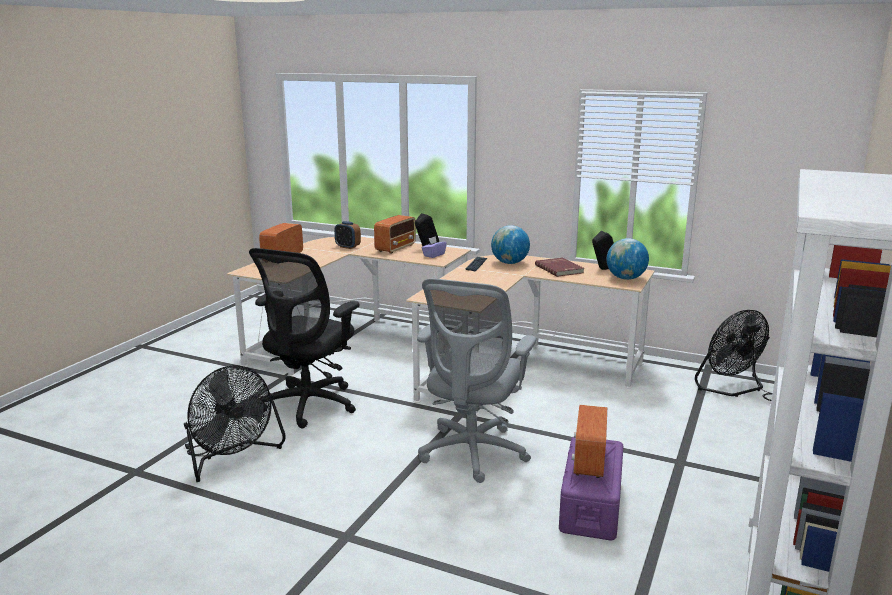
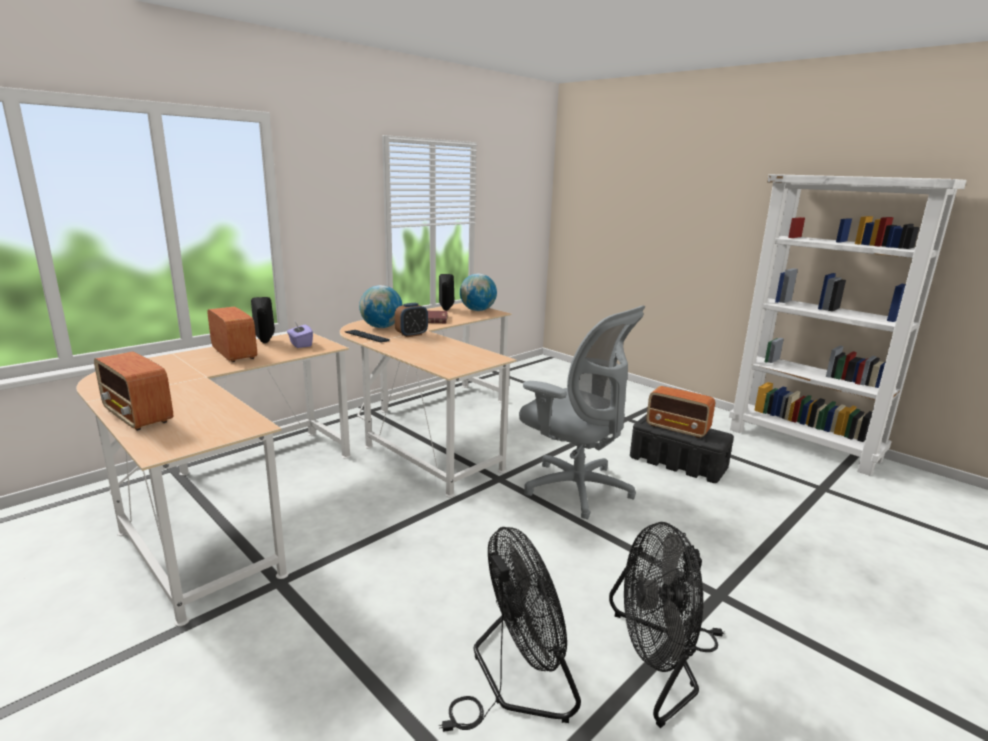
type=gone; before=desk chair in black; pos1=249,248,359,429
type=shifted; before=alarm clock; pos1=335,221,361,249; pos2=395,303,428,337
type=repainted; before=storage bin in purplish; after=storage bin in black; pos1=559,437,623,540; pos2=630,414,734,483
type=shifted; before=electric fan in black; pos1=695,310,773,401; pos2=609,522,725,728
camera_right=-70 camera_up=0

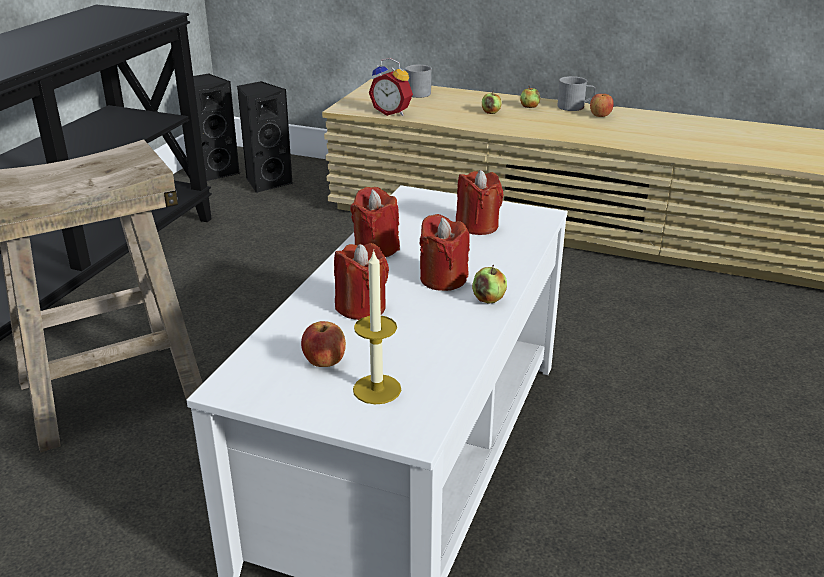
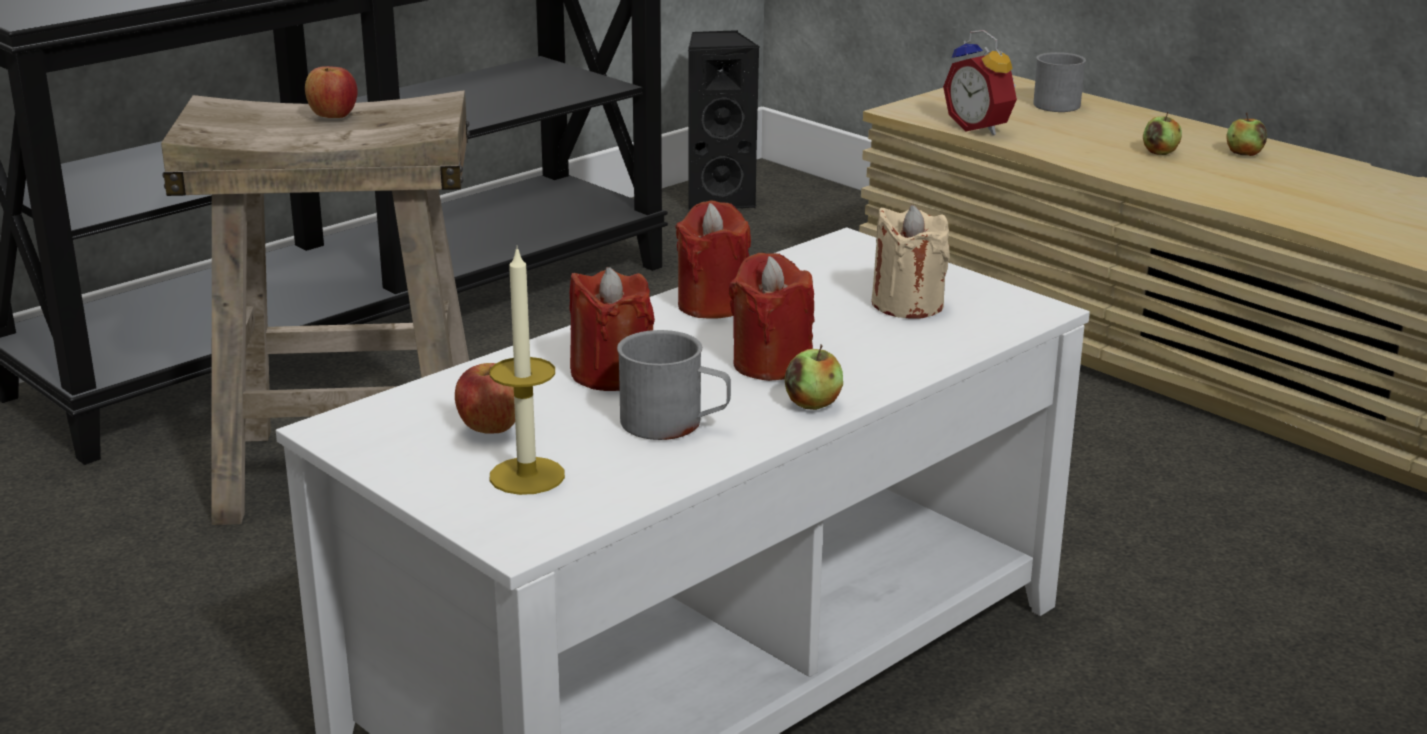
type=gone; before=speaker in black; pos1=237,81,293,193
type=repainted; before=candle in red; after=candle in sand-coloured; pos1=456,170,504,235; pos2=871,205,950,319
type=shifted; before=mug in gray; pos1=557,76,596,111; pos2=617,330,731,440
type=shifted; before=apple fruit; pos1=590,94,614,117; pos2=305,66,358,118
camera_right=25 camera_up=-5

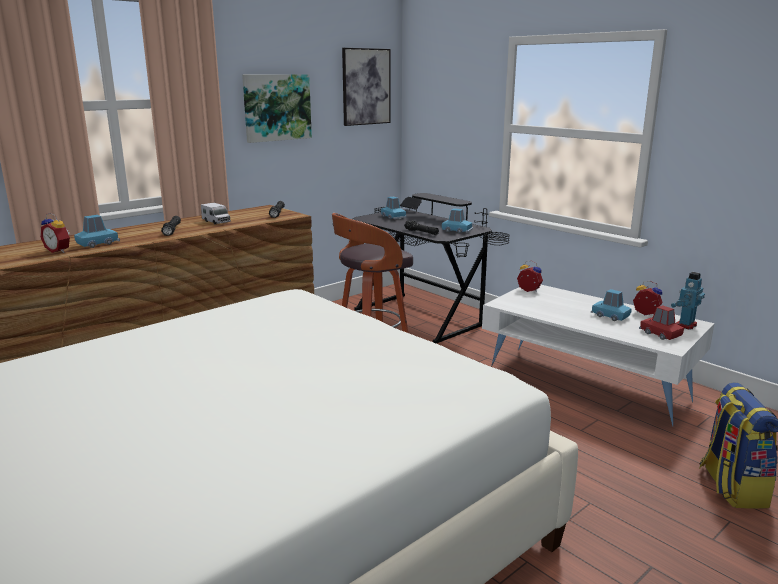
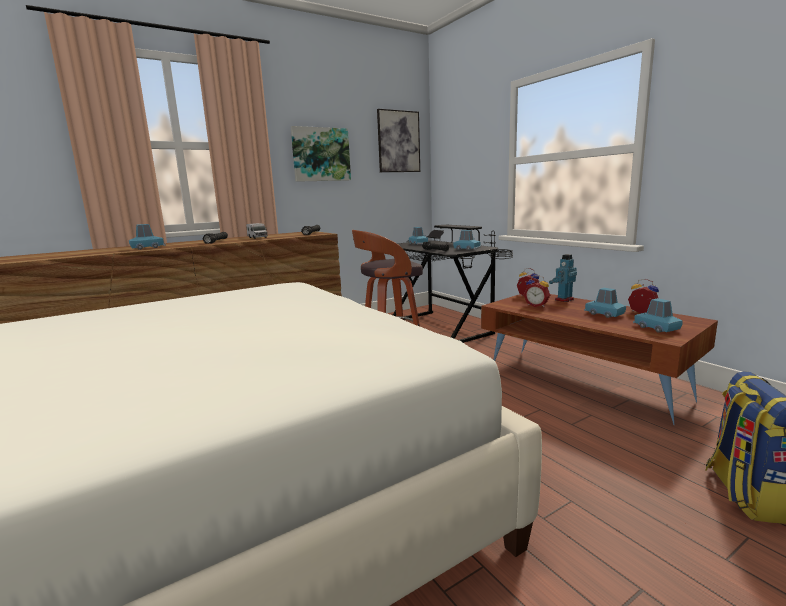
type=shifted; before=alarm clock; pos1=40,213,70,253; pos2=524,275,550,307
type=repainted; before=low table in white-coloured; after=low table in brown; pos1=482,285,715,426; pos2=481,294,718,426
type=repainted; before=toy car in red; after=toy car in blue-coloured; pos1=639,305,684,340; pos2=633,298,683,333
type=shifted; before=toy robot; pos1=671,272,705,330; pos2=549,254,577,302
camera_right=10 camera_up=-5

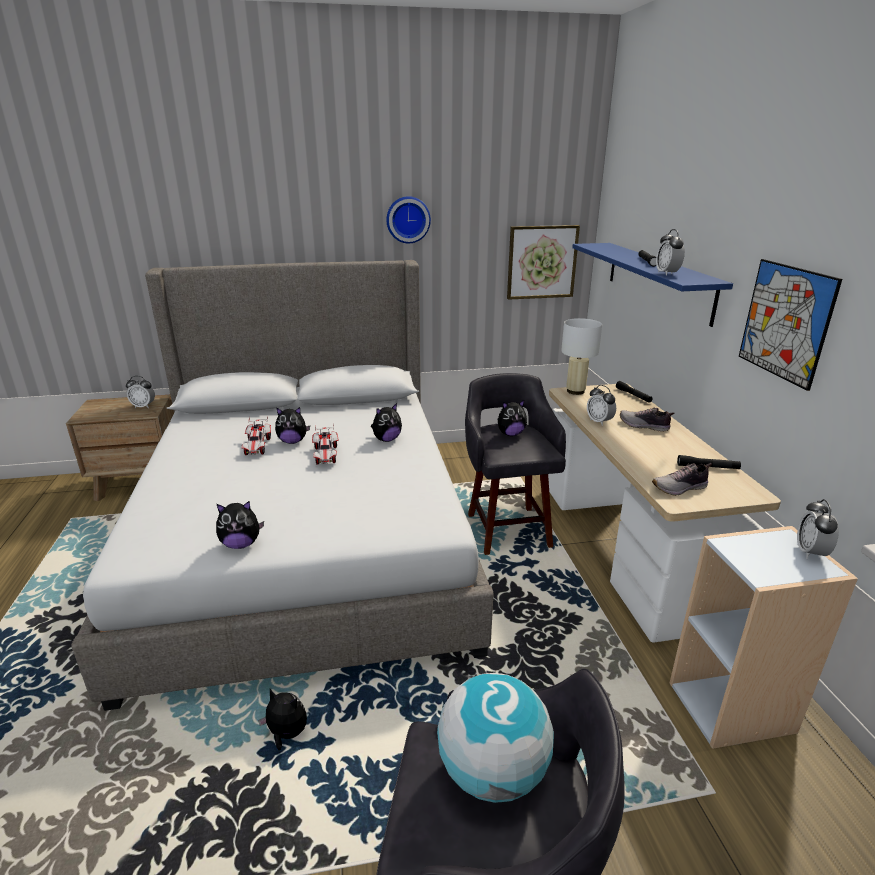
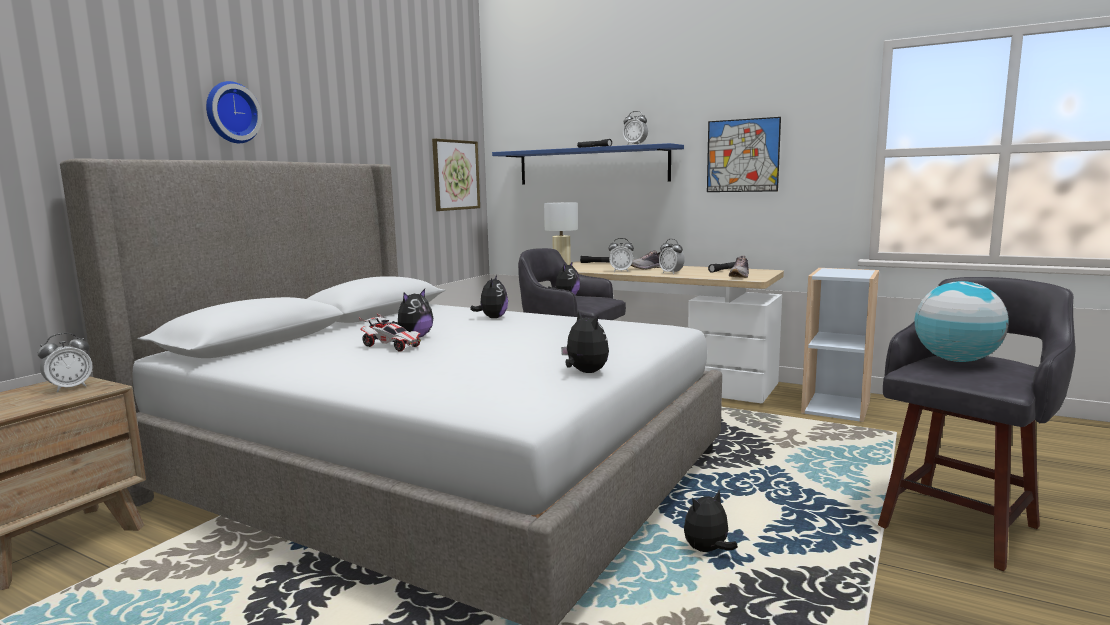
type=rotated; before=cuddly toy; pos1=216,501,264,549; pos2=561,311,609,373; turn=-60
type=gone; before=toy car; pos1=312,424,339,465
type=shifted; before=hanging clock; pos1=386,196,431,243; pos2=206,81,262,143
type=shifted; before=alarm clock; pos1=797,499,839,559; pos2=659,239,685,274
camera_right=-50 camera_up=-15

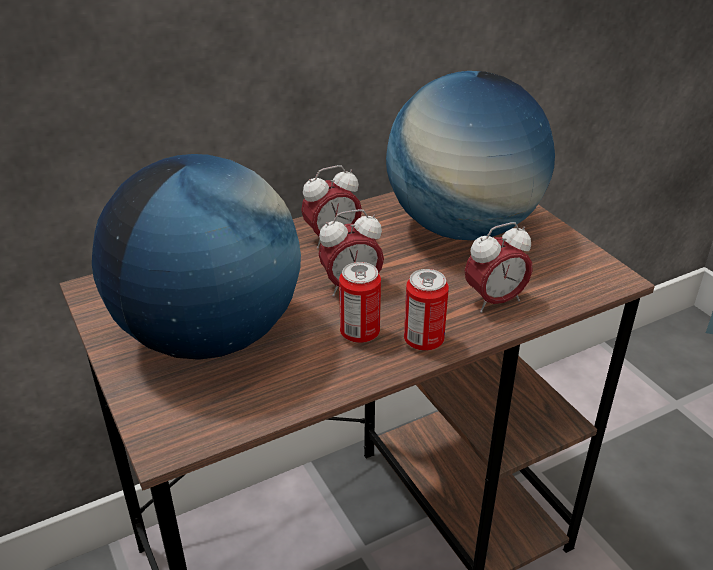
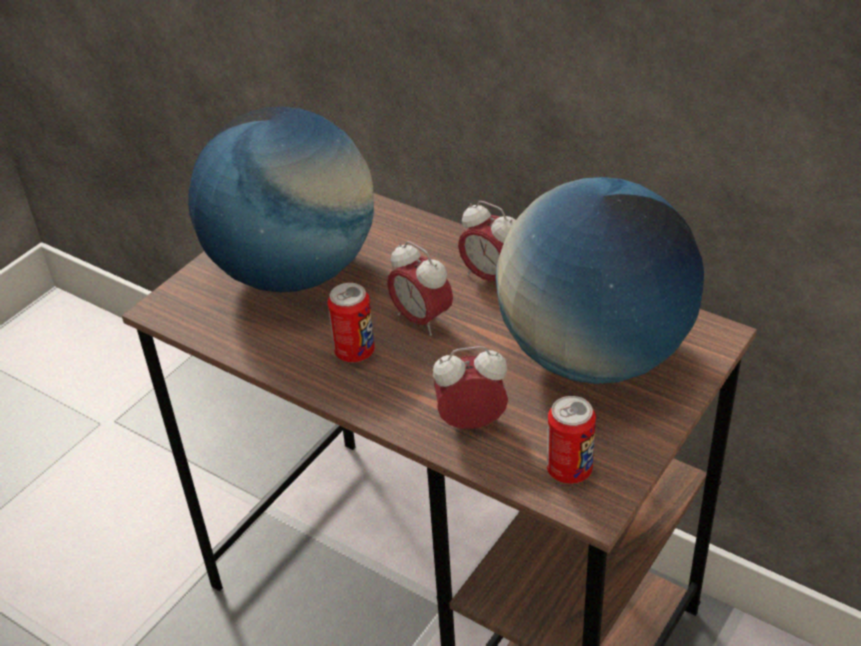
type=shifted; before=can; pos1=404,269,449,351; pos2=547,396,596,484
type=rotated; before=alarm clock; pos1=465,222,533,313; pos2=433,346,508,429; turn=135
camera_right=65 camera_up=5

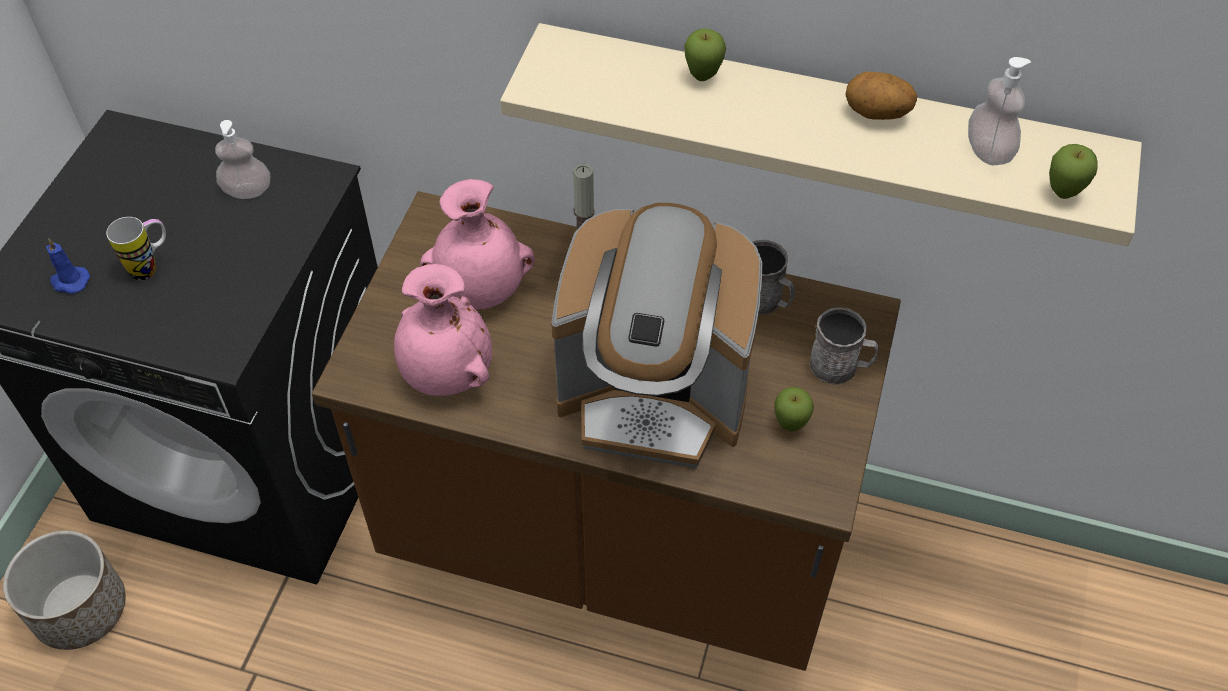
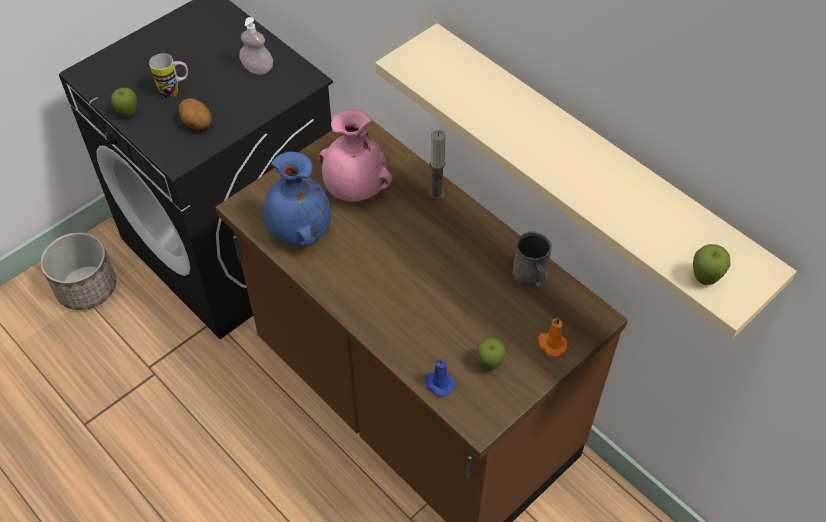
type=shifted; before=candle in blue-coloured; pos1=46,238,90,294; pos2=425,357,455,397
type=repainted; before=flower vase in pink-coloured; after=flower vase in blue-coloured; pos1=394,264,492,396; pos2=264,151,331,246
type=gone; before=coffee machine; pos1=551,203,763,468
type=shifted; before=apple fruit; pos1=684,29,726,81; pos2=111,88,137,117
type=swapped; before=mug in gray; after=candle in orange-coloured; pos1=809,307,878,385; pos2=538,316,568,357
type=shifted; before=whole potato; pos1=845,72,917,120; pos2=179,98,212,130
type=gone; before=liquid soap bottle; pos1=968,57,1031,165
camera_right=30 camera_up=0

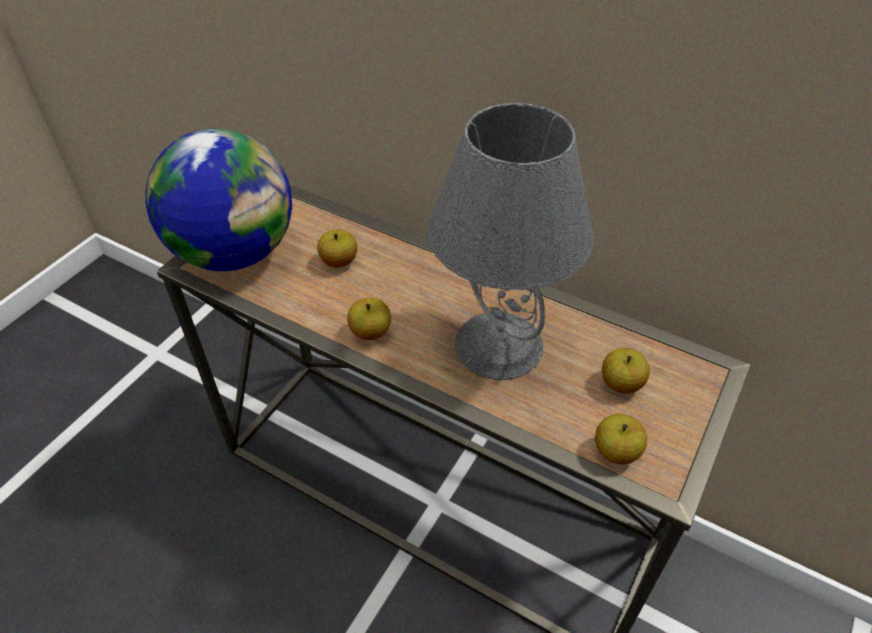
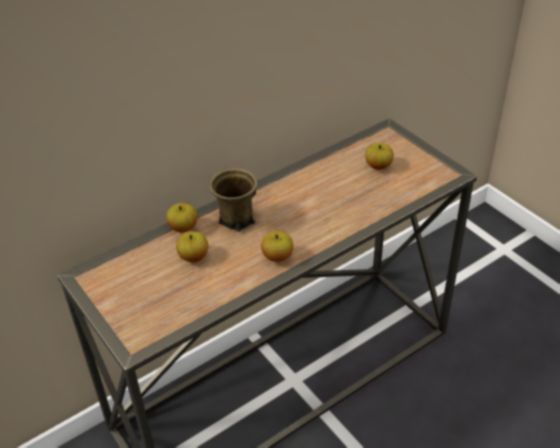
type=gone; before=world globe; pos1=145,128,292,271
type=gone; before=lamp for a table in gray; pos1=427,103,594,380
type=shifted; before=apple fruit; pos1=595,414,647,464; pos2=166,203,197,232
type=new; after=mug in brown; pos2=209,168,257,232
camera_right=-65 camera_up=-5

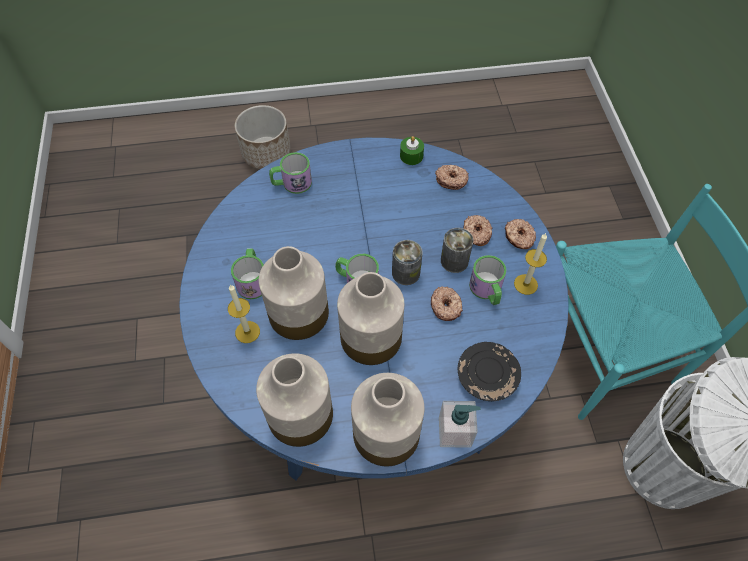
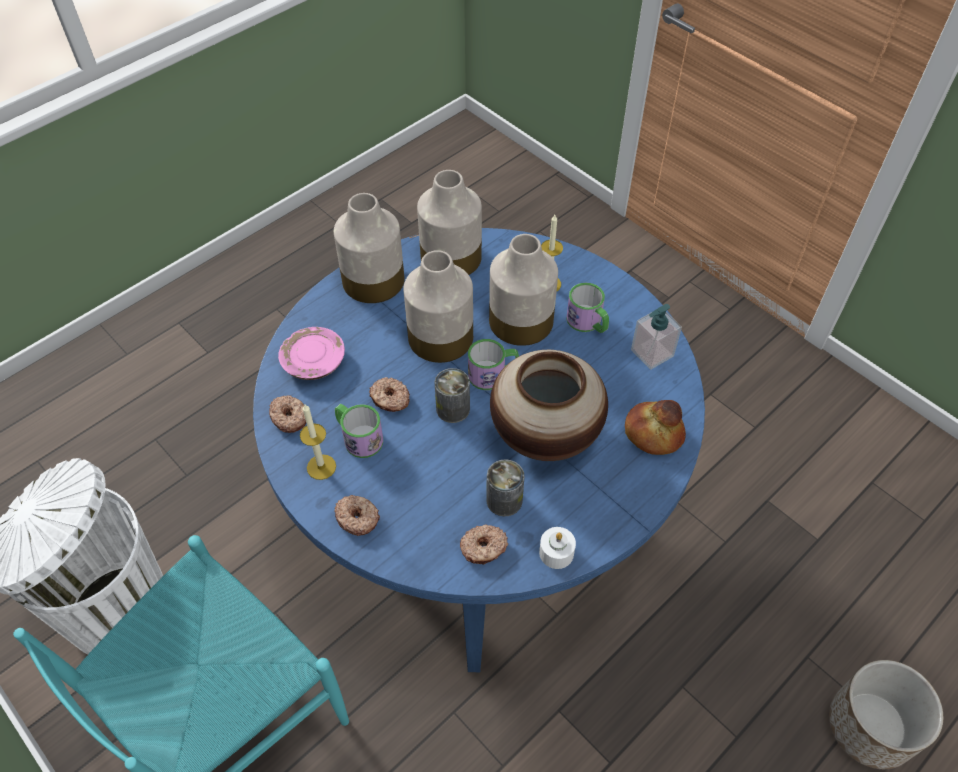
type=swapped; before=mug; after=bakery bread; pos1=269,152,312,194; pos2=625,400,686,455
type=repainted; before=candle in green-coloured; after=candle in white-coloured; pos1=400,136,424,165; pos2=539,527,576,569
type=shifted; before=liquid soap bottle; pos1=439,401,481,448; pos2=631,304,682,370
type=shifted; before=can; pos1=441,228,473,273; pos2=486,460,525,516
type=repainted; before=flat dish in black; after=flat dish in pink-coloured; pos1=458,342,521,401; pos2=278,327,345,380
type=shifted; before=doughnut; pos1=463,215,492,246; pos2=269,395,306,433
type=new; after=flower vase; pos2=490,350,608,461
camera_right=145 camera_up=-5

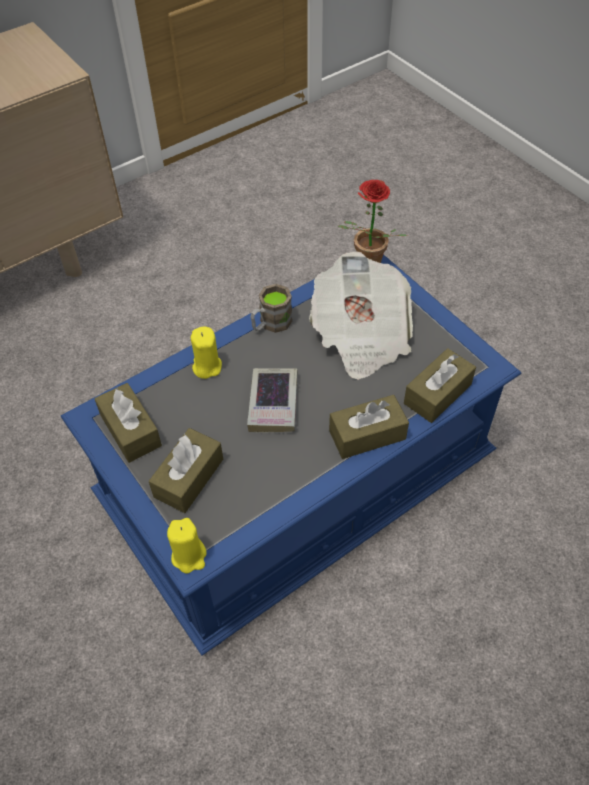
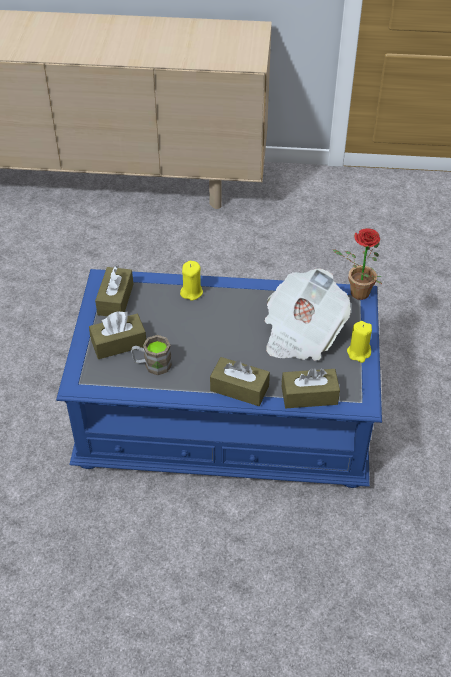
type=shifted; before=candle in yellow; pos1=167,518,207,574; pos2=347,321,372,363
type=gone; before=bound book; pos1=247,368,298,432
type=shifted; before=mug in brown; pos1=251,284,292,333; pos2=131,335,172,375
camera_right=40 camera_up=-5

